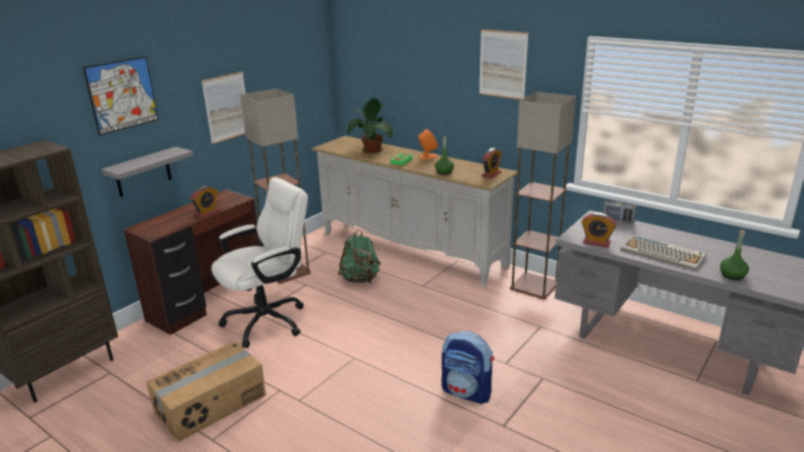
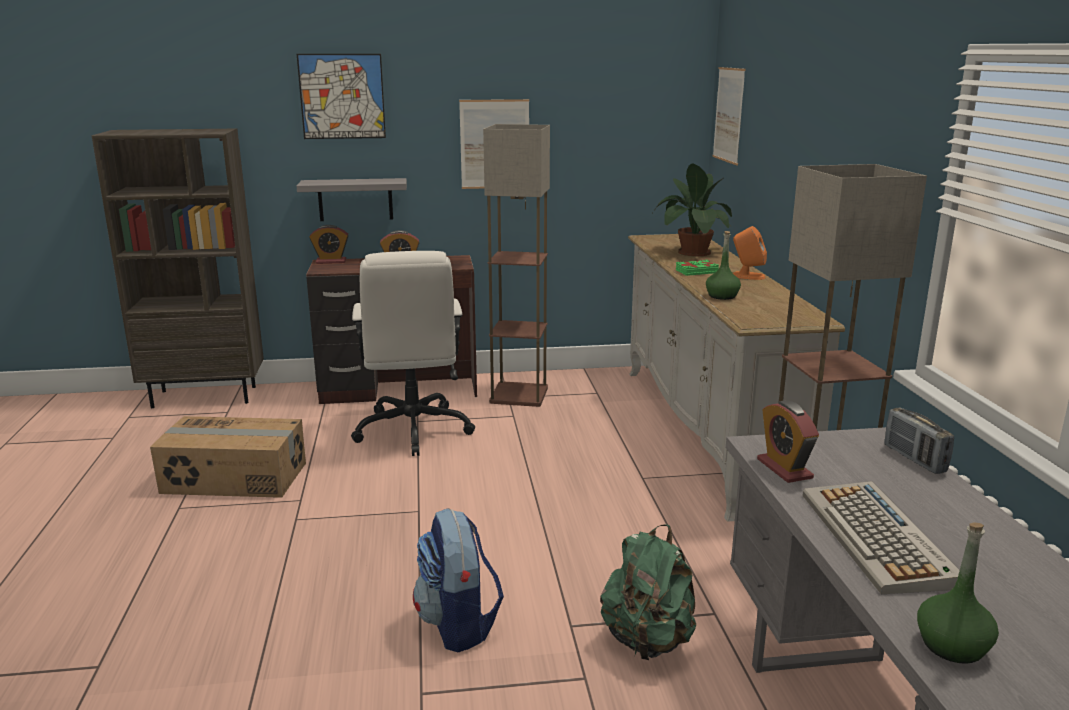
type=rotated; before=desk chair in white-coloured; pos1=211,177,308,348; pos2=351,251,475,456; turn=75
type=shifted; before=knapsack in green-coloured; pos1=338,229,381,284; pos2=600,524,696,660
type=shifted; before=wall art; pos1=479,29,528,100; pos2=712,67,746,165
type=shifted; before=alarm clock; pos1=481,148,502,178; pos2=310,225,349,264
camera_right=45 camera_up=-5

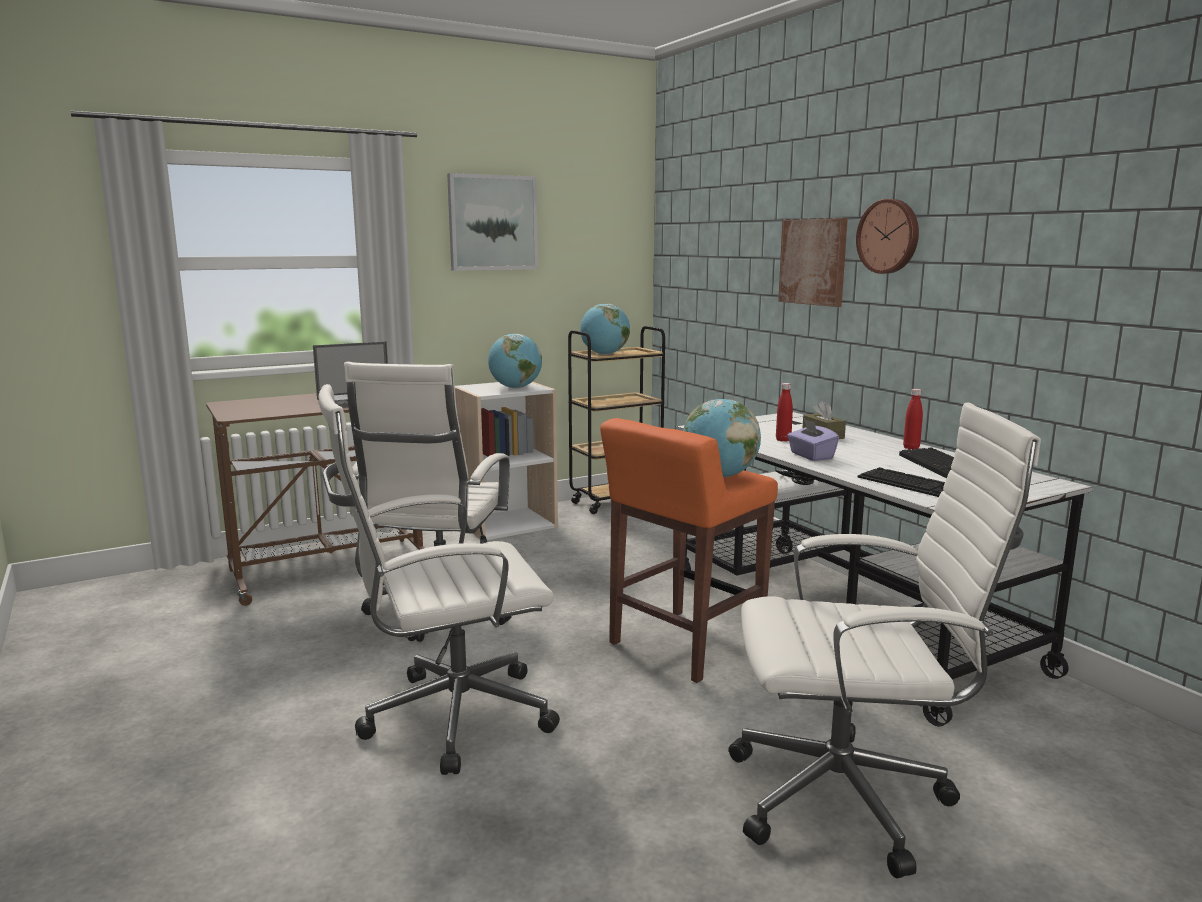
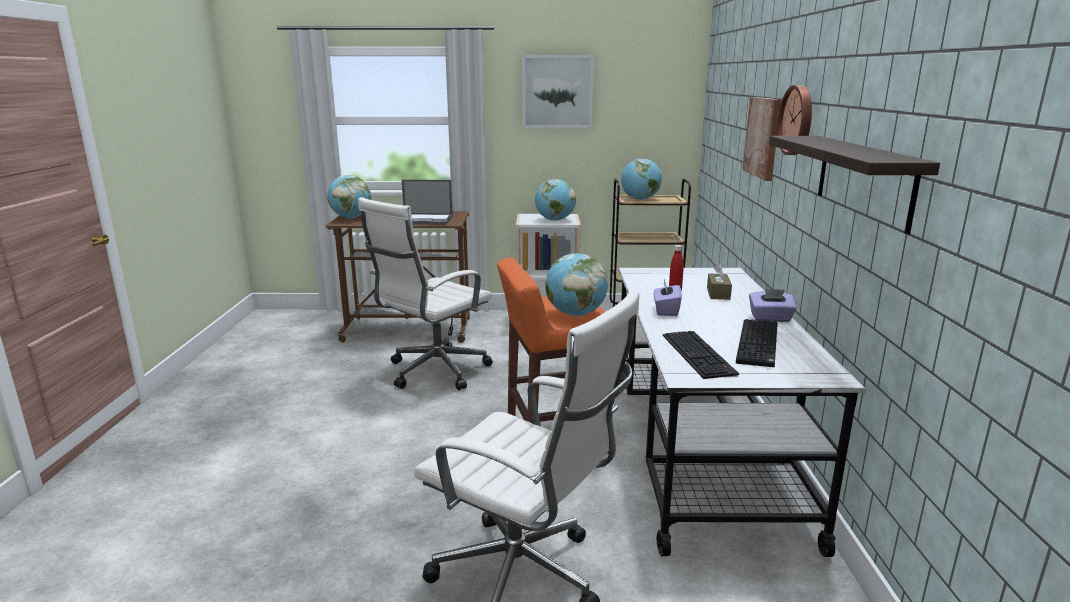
type=gone; before=desk chair in white-coloured; pos1=319,384,560,775
type=swapped; before=beverage bottle in red; after=tissue box in purplish; pos1=903,389,923,449; pos2=749,289,797,322
type=new; after=world globe; pos2=327,175,371,218
type=new; after=shelf; pos2=769,136,940,234
camera_right=30 camera_up=5

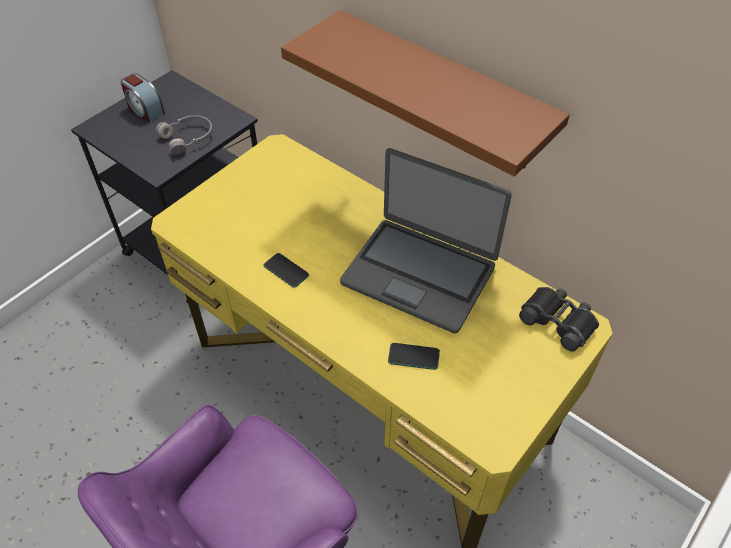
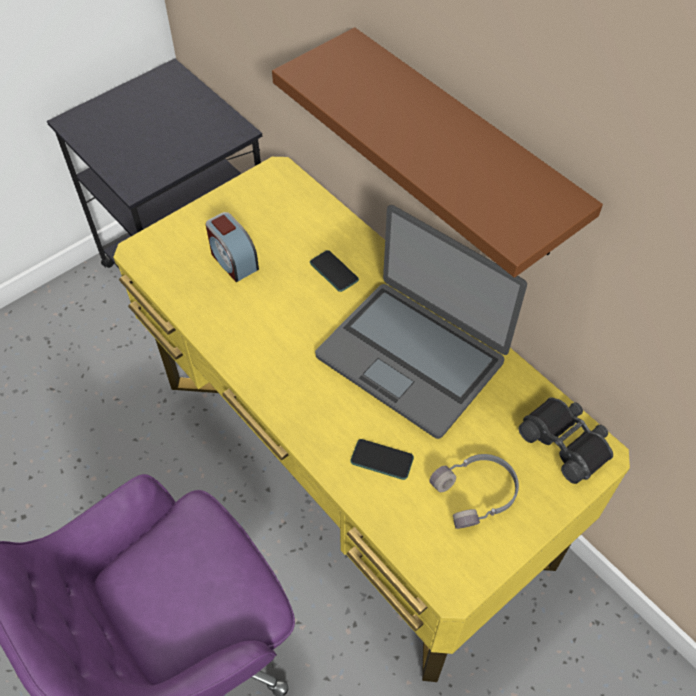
type=shifted; before=alarm clock; pos1=121,73,165,123; pos2=206,212,259,282
type=shifted; before=pair of headphones in gray; pos1=156,115,213,155; pos2=429,454,519,529
type=shifted; before=handset; pos1=263,253,309,288; pos2=310,250,359,292
camera_right=10 camera_up=5

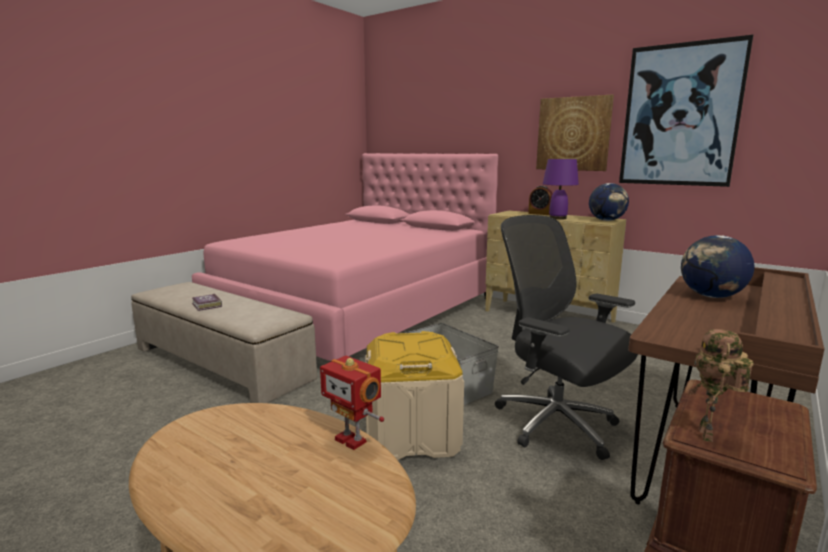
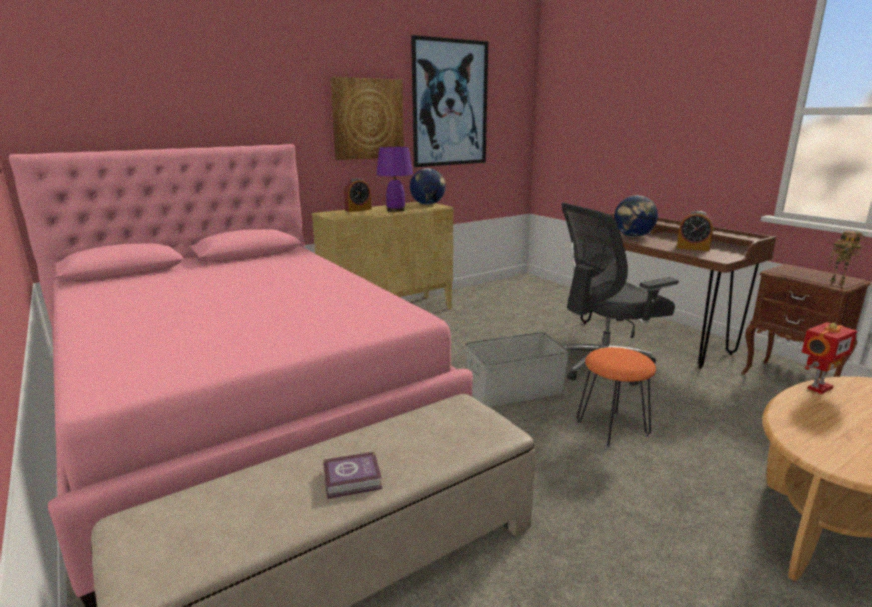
type=swapped; before=storage bin in sand-coloured; after=stool seat in orange-coloured; pos1=365,331,464,460; pos2=577,347,656,448
type=new; after=alarm clock; pos2=677,211,714,251
camera_right=-70 camera_up=5

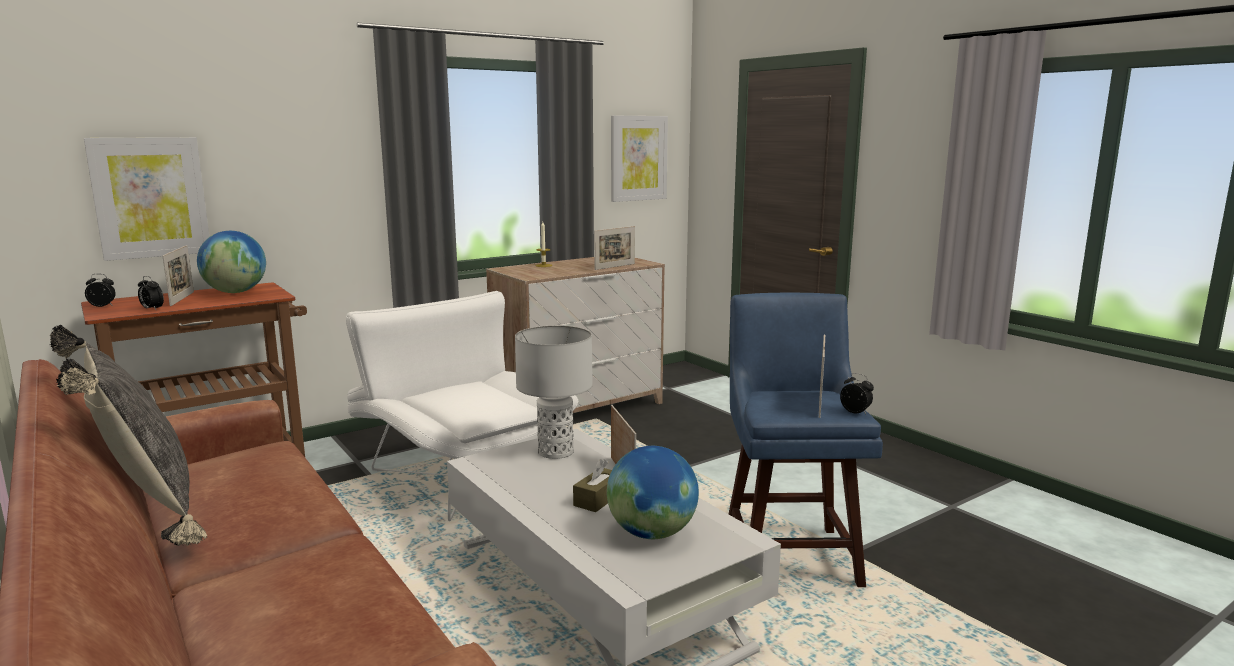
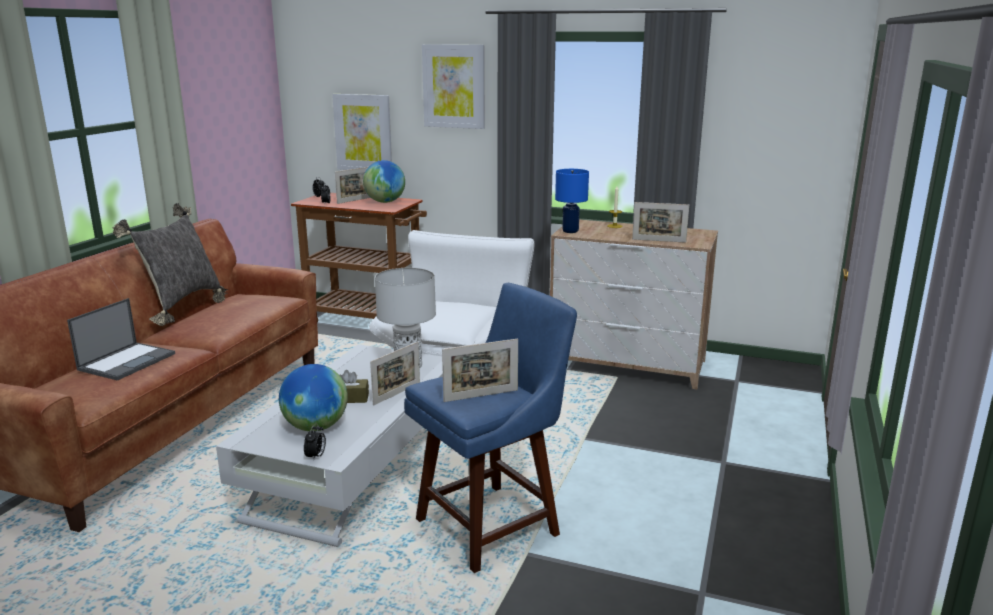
type=shifted; before=wall art; pos1=611,116,668,202; pos2=422,44,485,129
type=shifted; before=alarm clock; pos1=840,373,874,414; pos2=304,423,326,461
type=new; after=portable computer; pos2=67,298,175,381
type=new; after=lamp for a table in blue-coloured; pos2=555,169,589,233
camera_right=55 camera_up=5

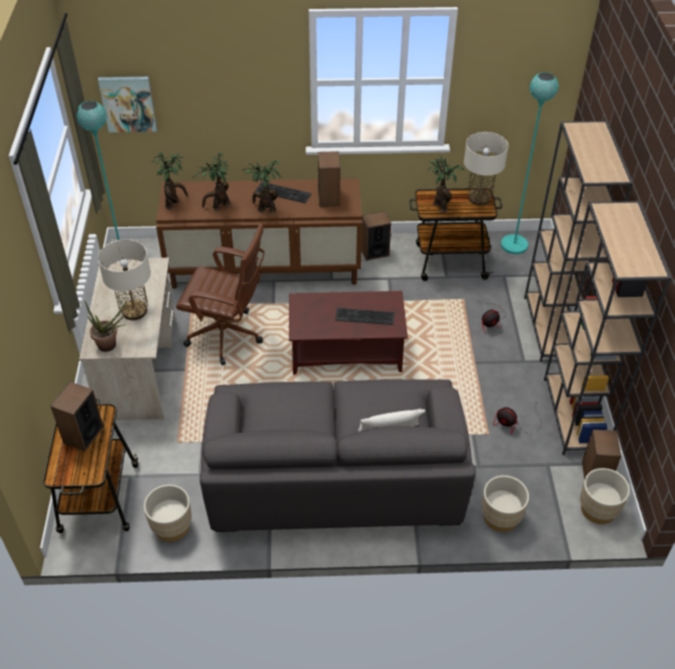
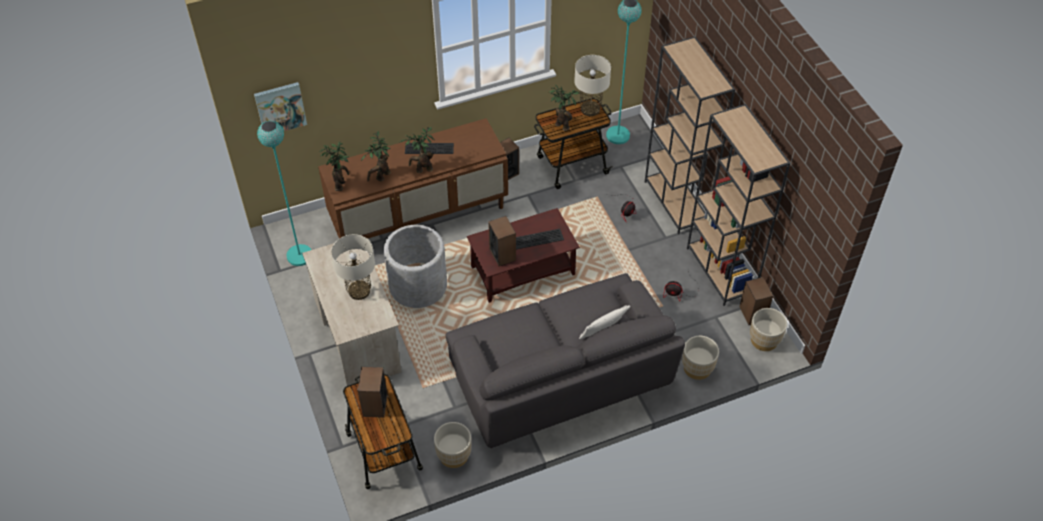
type=gone; before=potted plant; pos1=84,300,127,352
type=swapped; before=desk chair in brown; after=planter in gray; pos1=176,223,265,365; pos2=384,225,447,308
type=shifted; before=speaker; pos1=318,151,340,207; pos2=488,216,516,266
camera_right=-20 camera_up=5

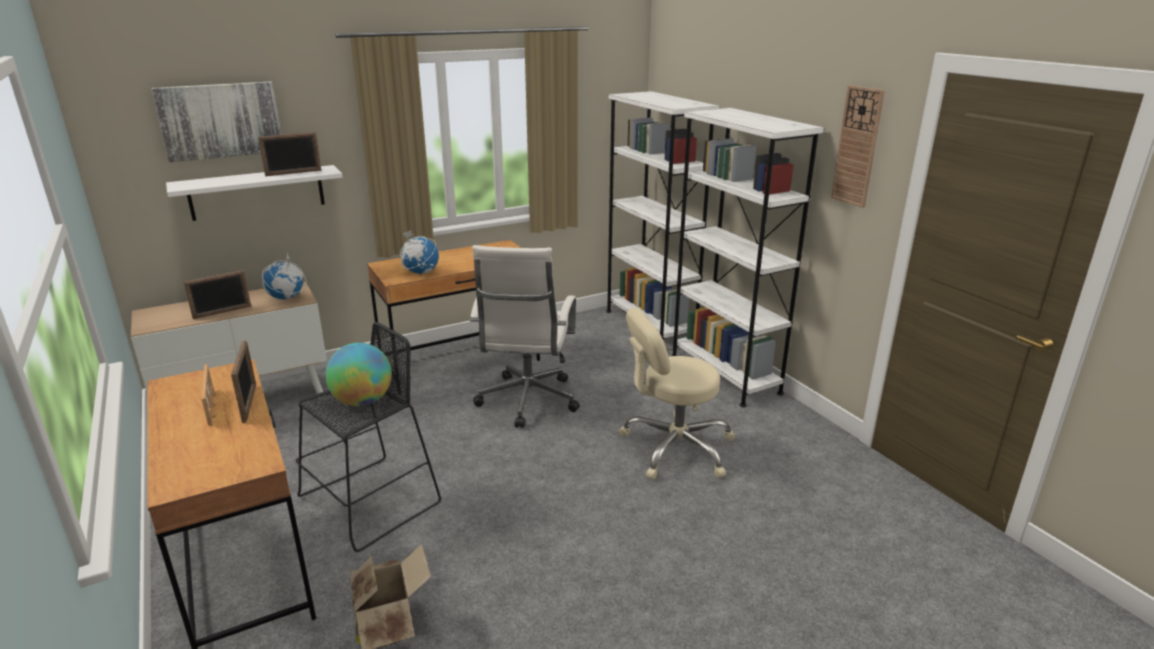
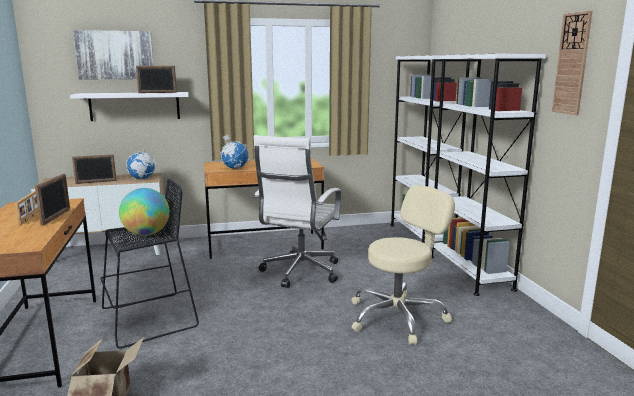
type=rotated; before=desk chair in sand-coloured; pos1=619,307,735,480; pos2=352,185,455,345; turn=150
camera_right=15 camera_up=-10

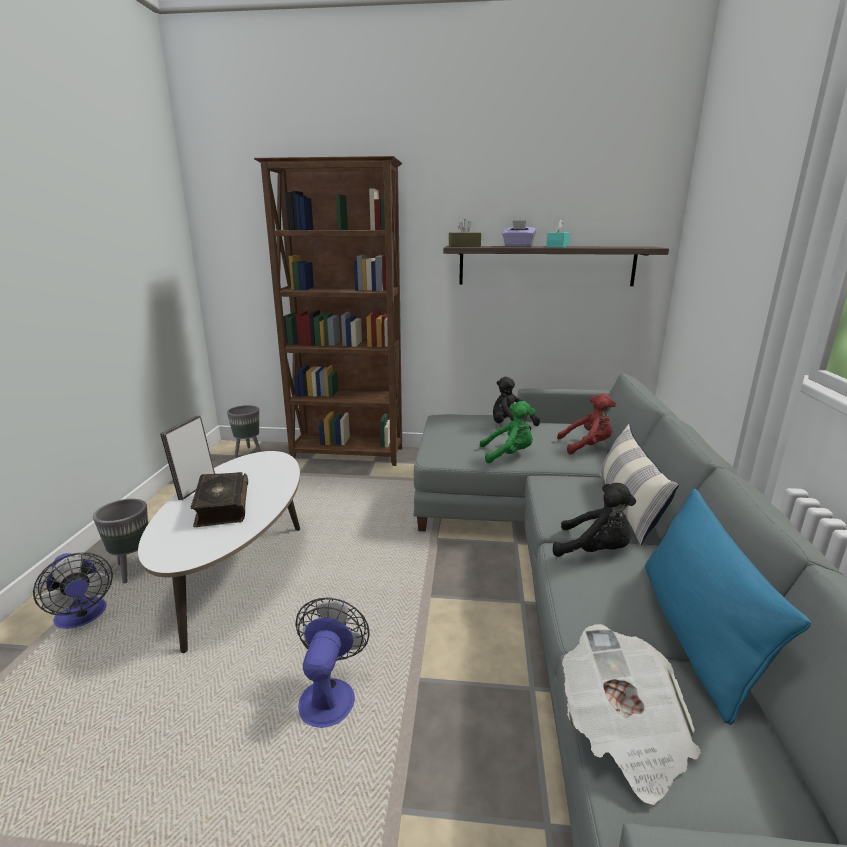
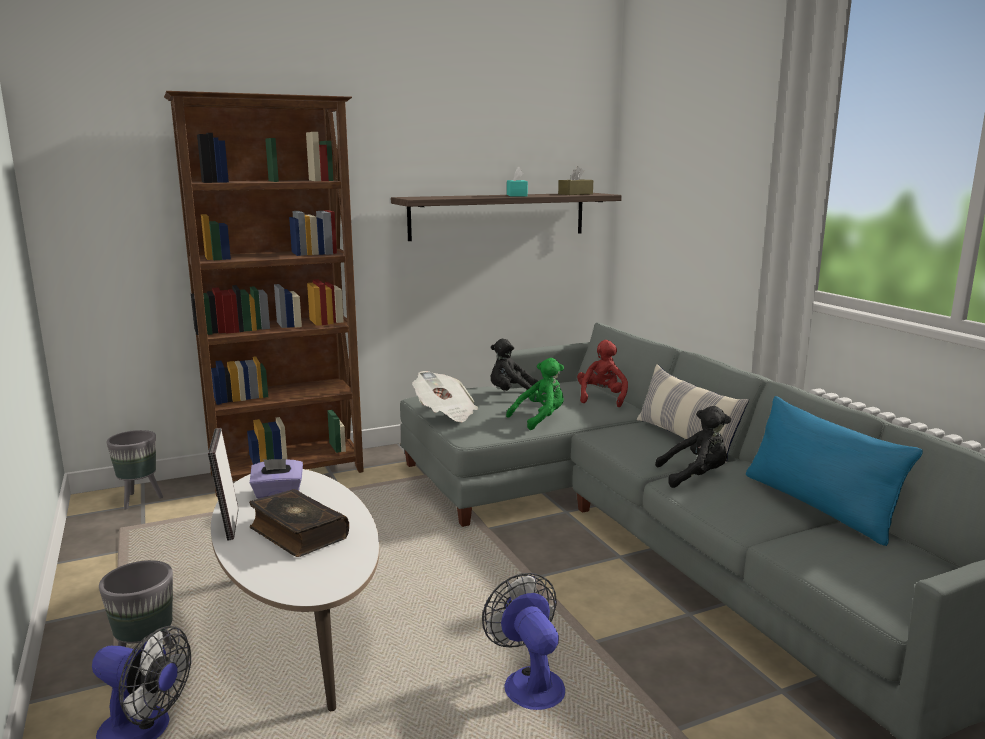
type=shifted; before=tissue box in brown; pos1=449,219,481,247; pos2=558,166,593,195
type=shifted; before=tissue box in purplish; pos1=502,220,536,247; pos2=250,459,303,499
type=rotated; before=cuddly toy in red; pos1=557,393,616,454; pos2=577,340,628,407; turn=-45
type=shifted; before=newspaper; pos1=562,624,701,805; pos2=412,371,478,422
camera_right=-30 camera_up=-5

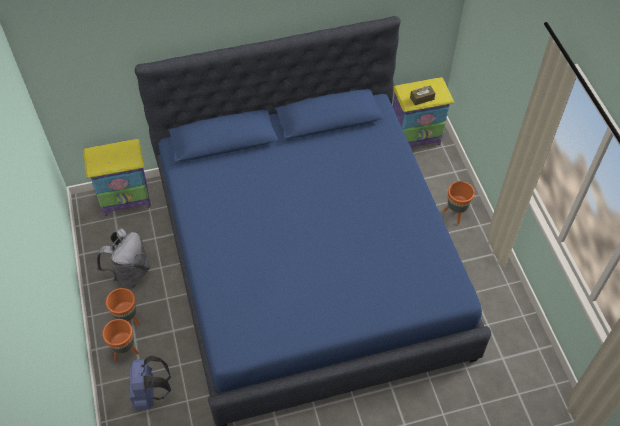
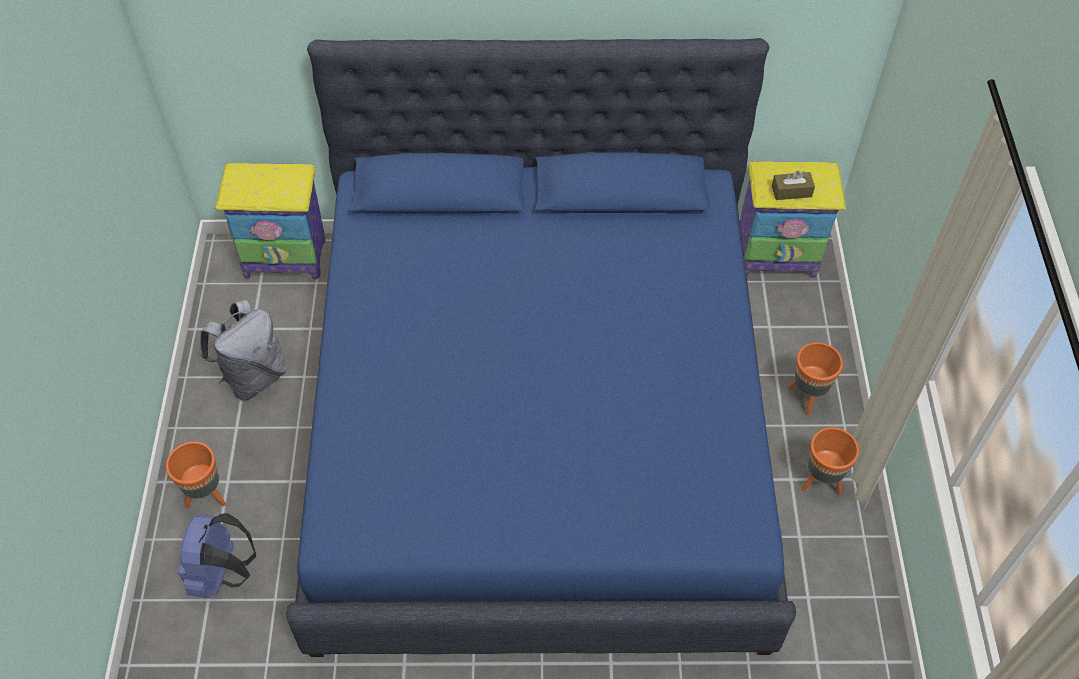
type=shifted; before=planter in orange-coloured; pos1=106,288,141,326; pos2=801,427,859,495
camera_right=15 camera_up=0

